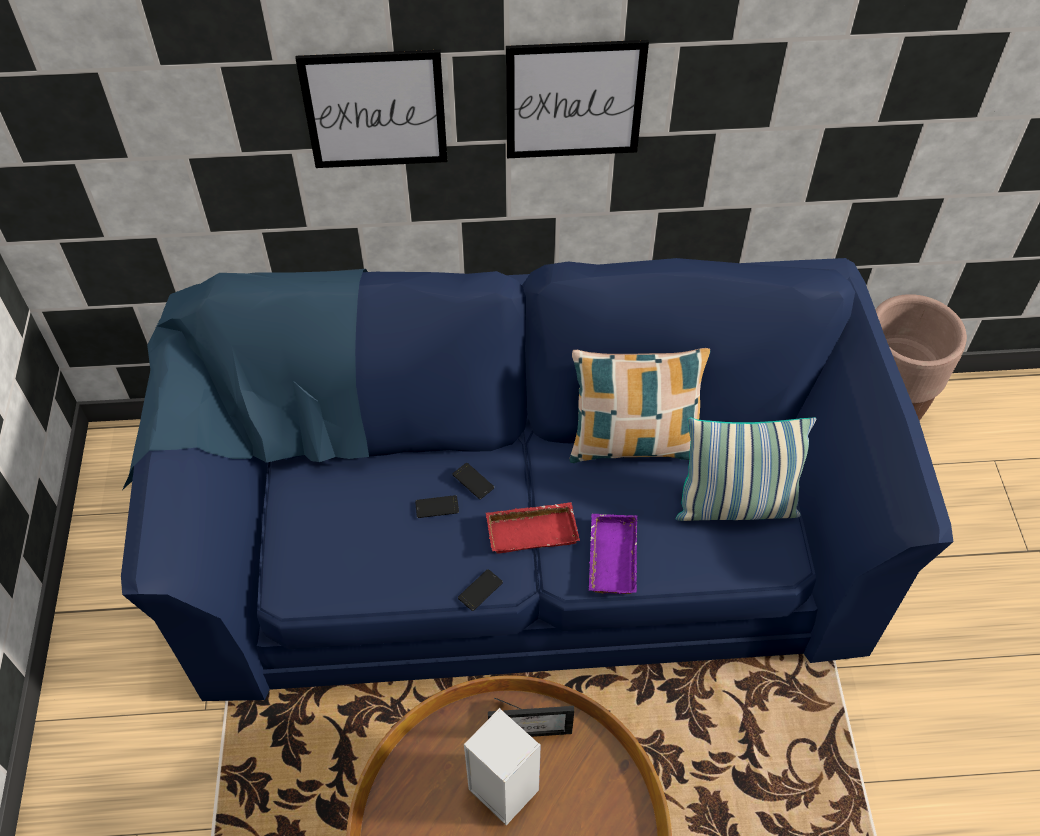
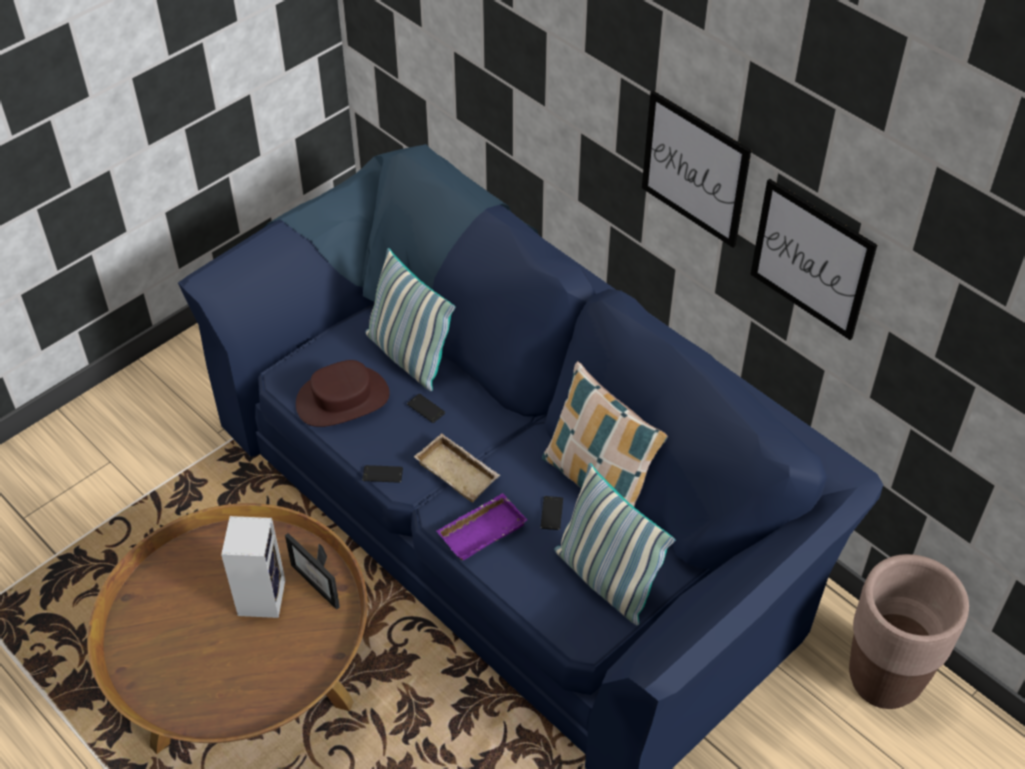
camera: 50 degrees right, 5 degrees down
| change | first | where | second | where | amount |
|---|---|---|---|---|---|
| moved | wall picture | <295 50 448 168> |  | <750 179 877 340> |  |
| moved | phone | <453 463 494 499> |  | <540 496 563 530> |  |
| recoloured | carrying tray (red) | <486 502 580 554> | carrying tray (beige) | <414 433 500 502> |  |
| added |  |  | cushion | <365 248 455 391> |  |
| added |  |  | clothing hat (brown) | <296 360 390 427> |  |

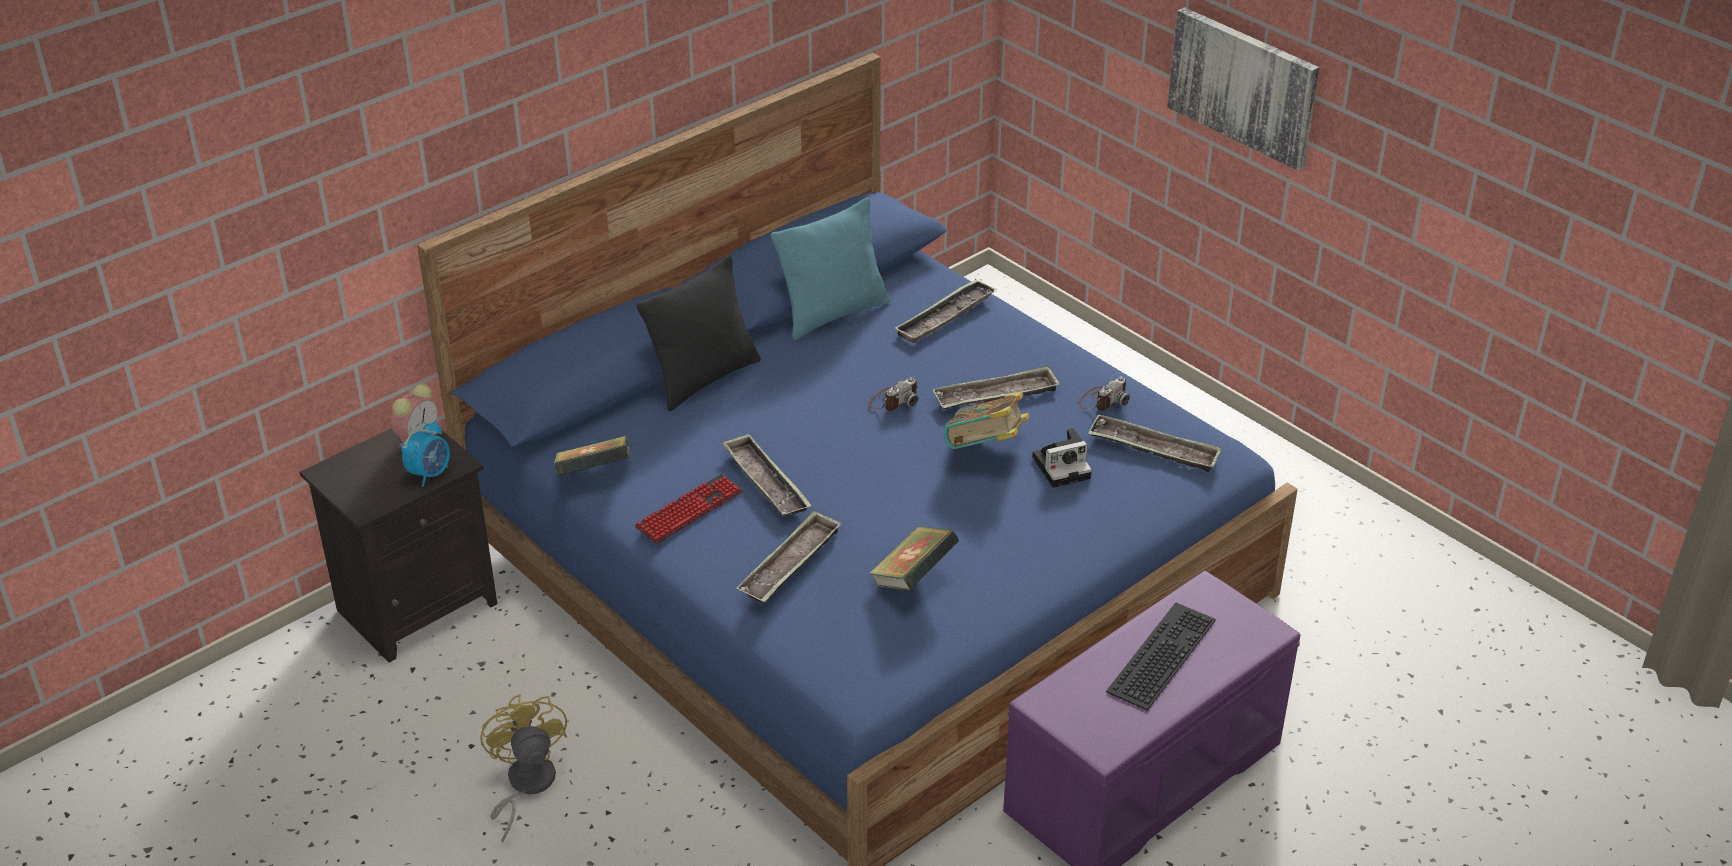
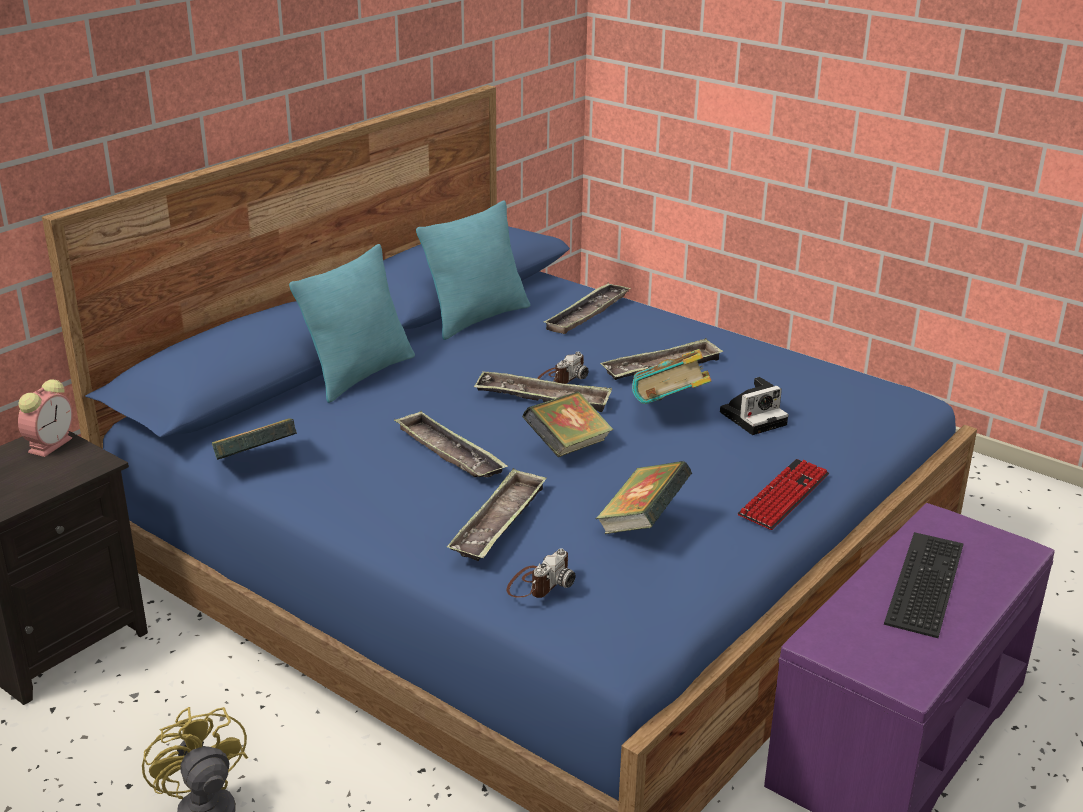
camera: 10 degrees left, 10 degrees down
| change | first | where | second | where | amount |
|---|---|---|---|---|---|
| removed | wall picture | <1167 7 1320 170> |  |  |  |
| recoloured | cushion (black) | <636 255 761 411> | cushion (turquoise-coloured) | <289 244 415 403> |  |
| moved | photo camera | <1079 376 1130 411> |  | <507 548 575 598> |  |
| moved | carrying tray | <1088 415 1222 472> |  | <474 371 612 412> |  |
| removed | table clock | <401 420 450 487> |  |  |  |
| moved | computer keyboard | <635 474 743 544> |  | <738 459 829 530> |  |
| added |  |  | bound book | <522 391 613 457> |  |

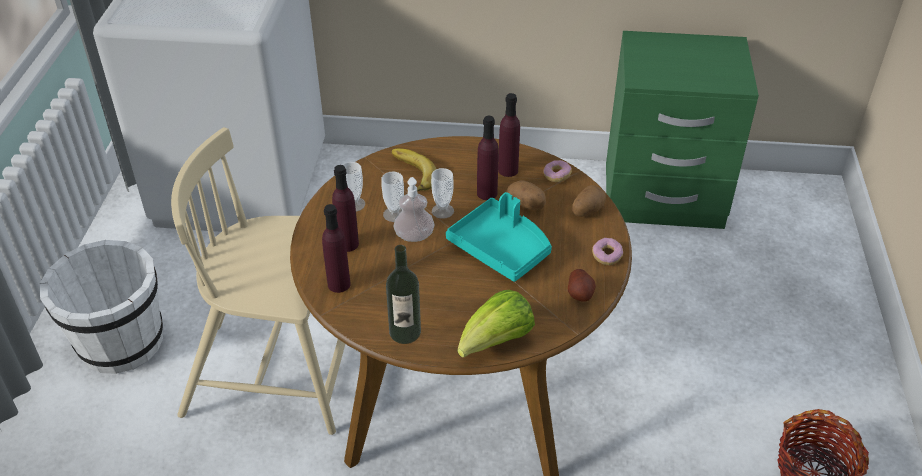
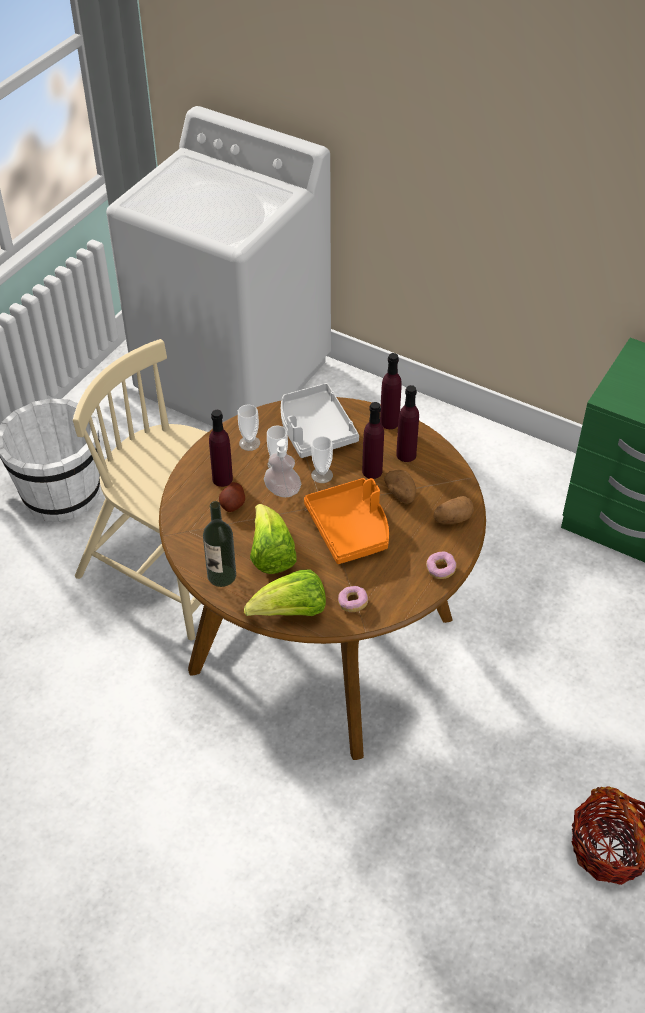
camera: 25 degrees right, 5 degrees up
| change | first | where | second | where | amount |
|---|---|---|---|---|---|
| replaced | banana | <392 149 436 191> | carrying tray (gray) | <281 383 359 458> |  |
| moved | doughnut | <543 160 572 182> |  | <338 586 368 612> |  |
| recoloured | carrying tray (turquoise-coloured) | <446 192 552 282> | carrying tray (orangey) | <304 478 389 564> |  |
| moved | drink bottle (purple) | <322 204 351 293> |  | <380 353 402 429> |  |
| moved | spud | <568 269 596 302> |  | <219 482 245 512> |  |
| added |  |  | lettuce head | <250 504 297 574> |  |

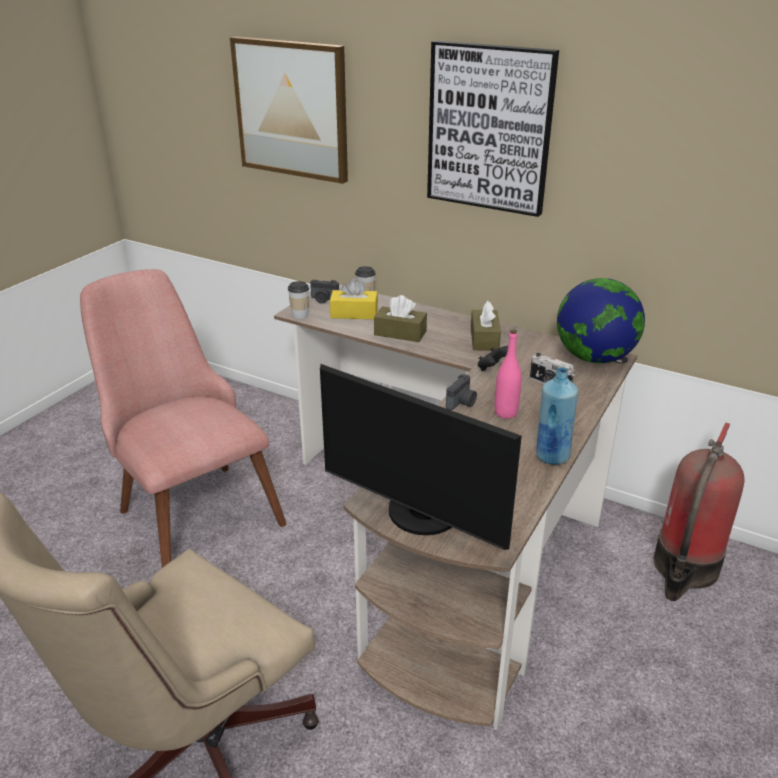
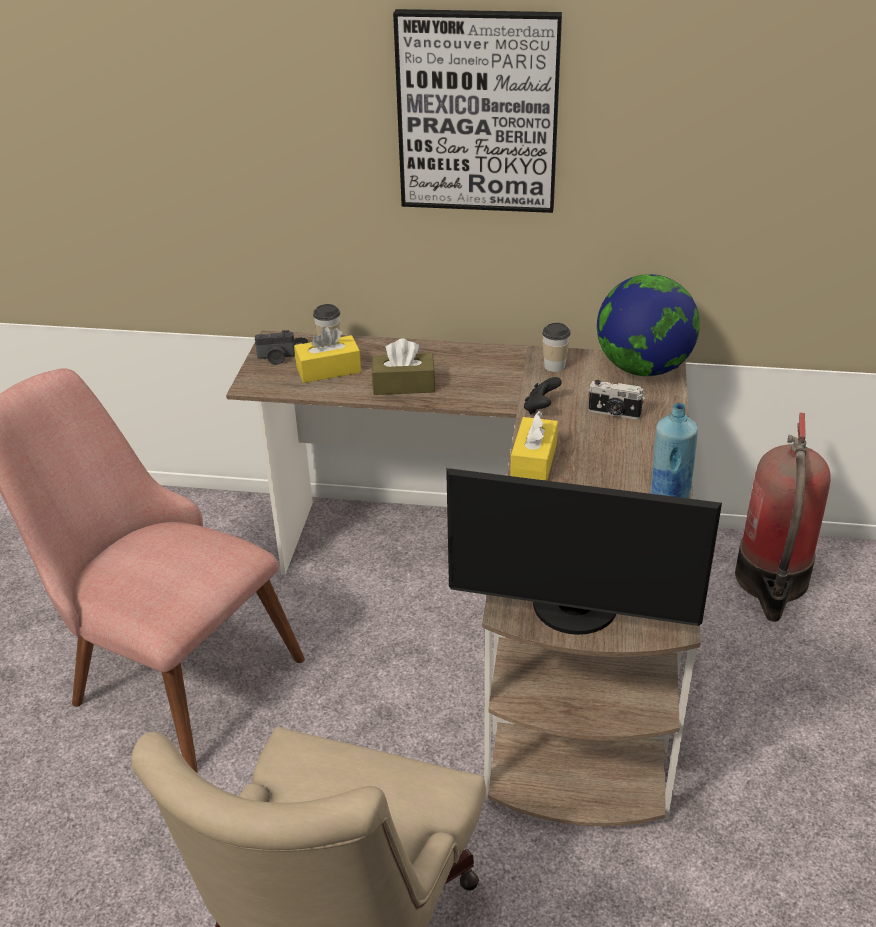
camera: 20 degrees left, 5 degrees up
| change | first | where | second | where | amount |
|---|---|---|---|---|---|
| removed | wall picture | <230 36 348 184> |  |  |  |
| moved | drinking cup | <288 281 309 319> |  | <542 323 570 372> |  |
| removed | tissue holder (brown) | <471 301 501 351> |  |  |  |
| removed | drink bottle (pink-coloured) | <495 330 522 419> |  |  |  |
| replaced | photo camera | <446 374 477 410> | tissue holder (yellow) | <510 411 558 481> |  |

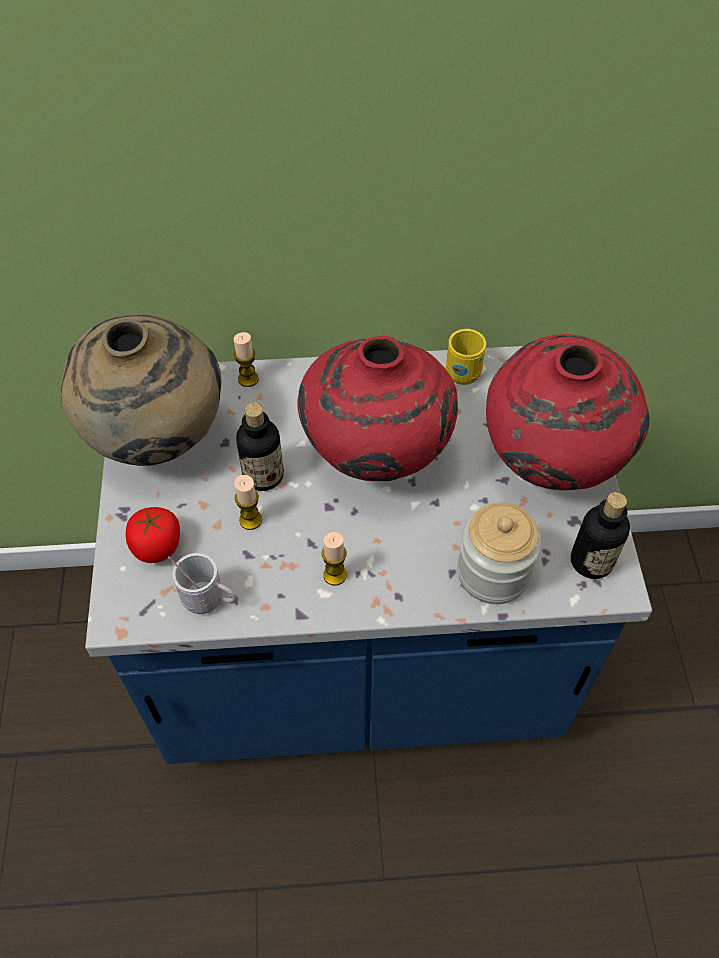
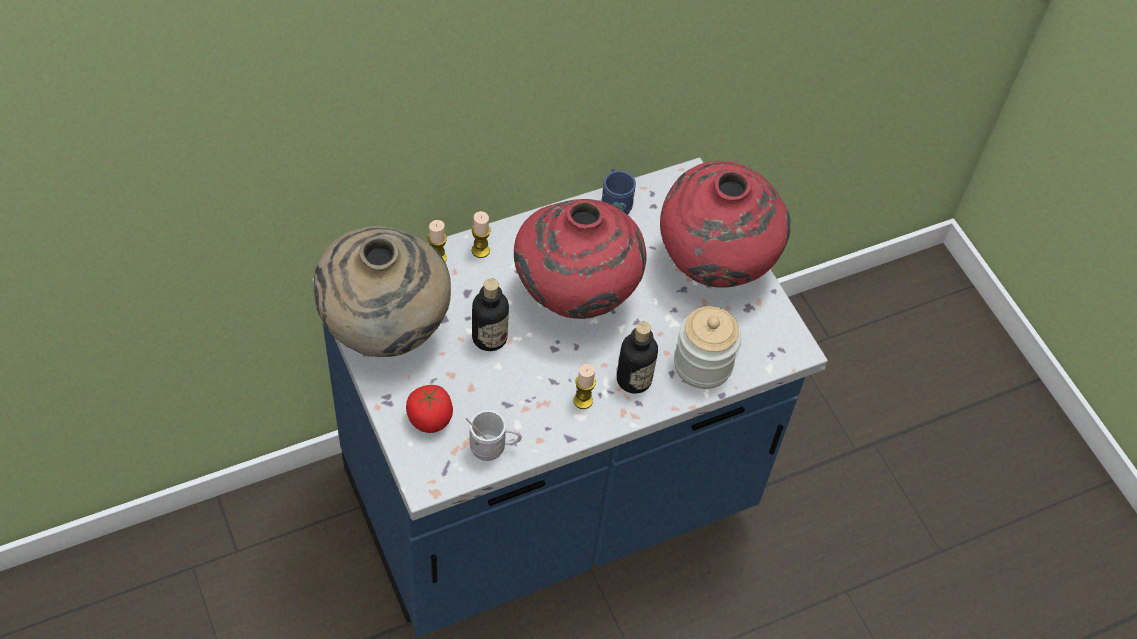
camera: 25 degrees left, 0 degrees up
| change | first | where | second | where | amount |
|---|---|---|---|---|---|
| recoloured | mug (yellow) | <446 328 486 385> | mug (bluish) | <602 169 636 215> |  |
| moved | candle | <234 475 262 530> |  | <472 211 491 258> |  |
| moved | drink bottle | <571 492 630 579> |  | <617 322 658 394> |  |

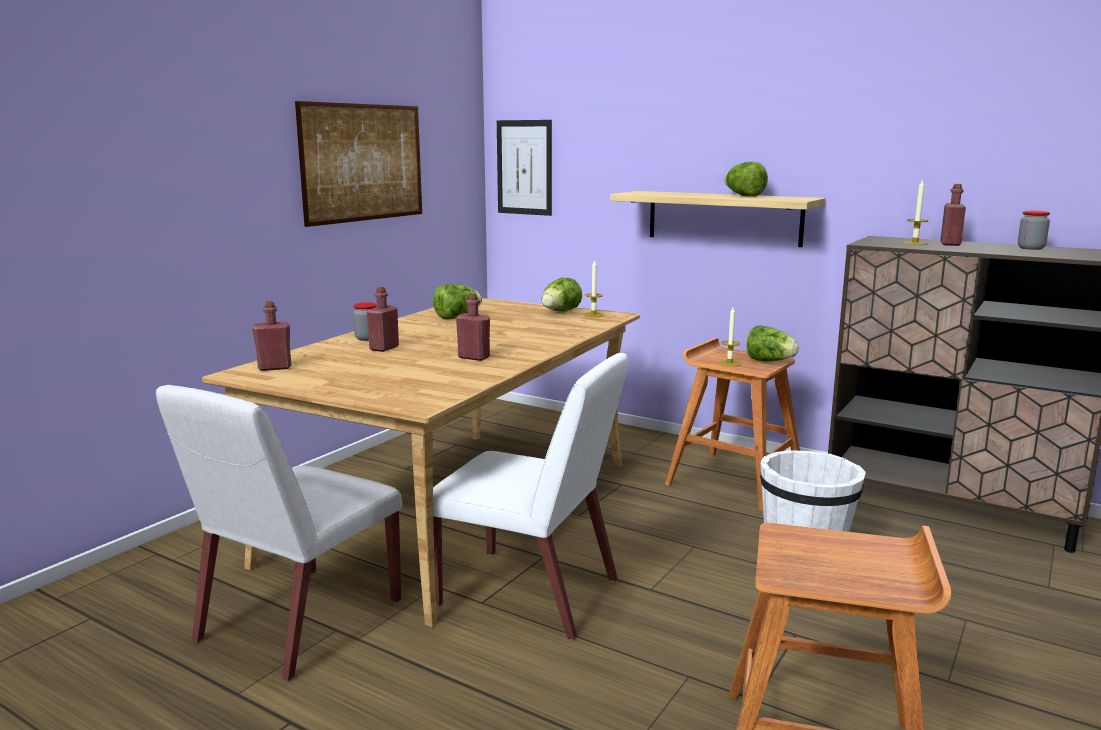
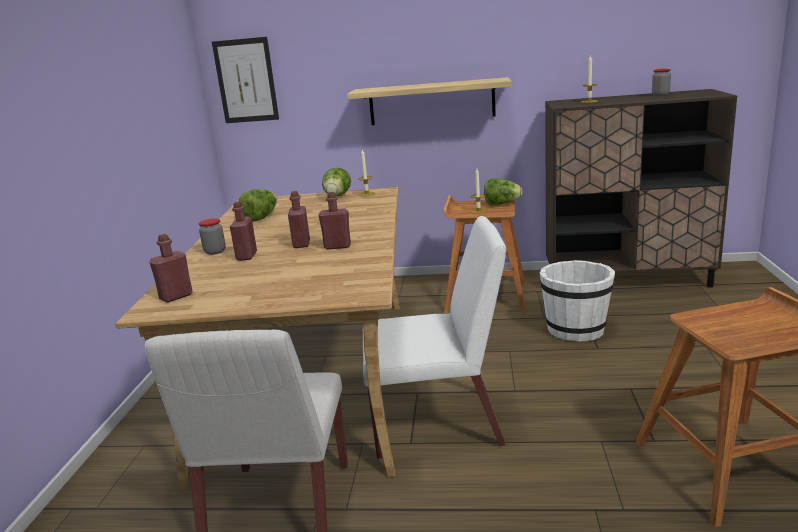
camera: 25 degrees left, 5 degrees up
| change | first | where | second | where | amount |
|---|---|---|---|---|---|
| removed | wall picture | <295 101 422 227> |  |  |  |
| removed | lettuce head | <724 162 768 197> |  |  |  |
| moved | drink bottle (red) | <940 184 966 246> |  | <288 191 310 248> |  |

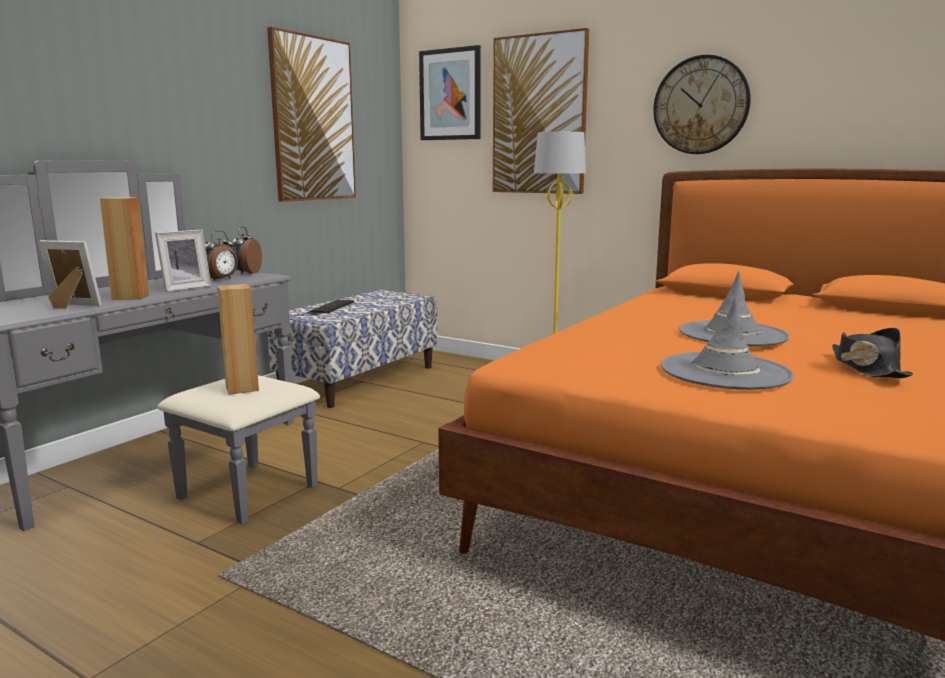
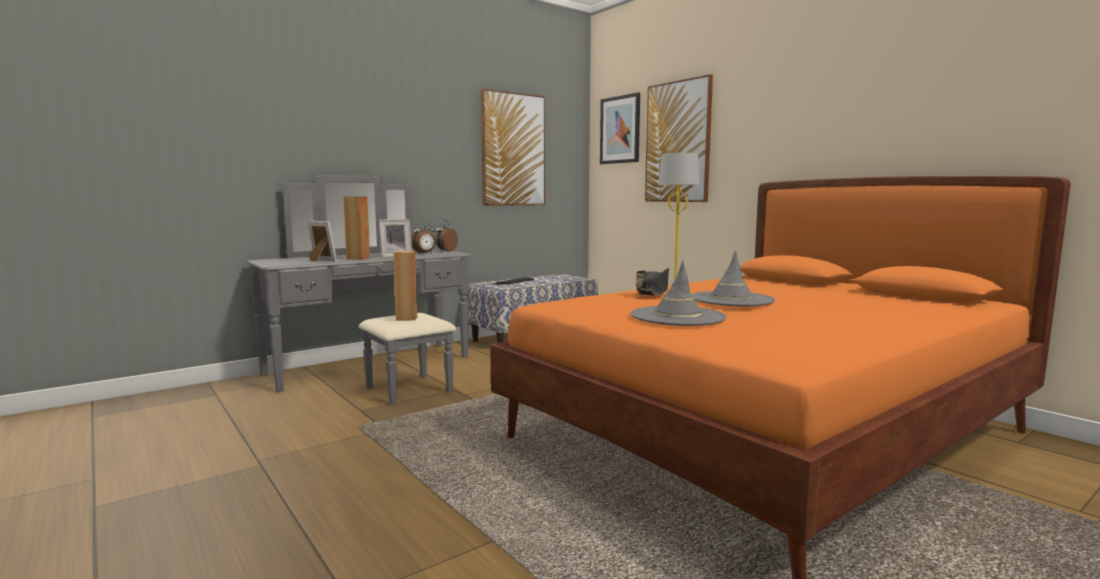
camera: 20 degrees right, 5 degrees down
| change | first | where | second | where | amount |
|---|---|---|---|---|---|
| removed | clock on the wall | <653 55 751 154> |  |  |  |
| moved | clothing hat (black) | <832 328 914 378> |  | <636 268 669 296> |  |

